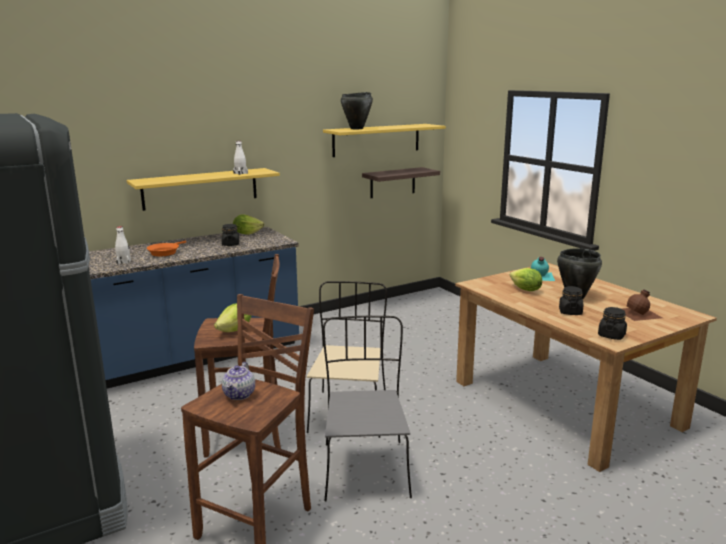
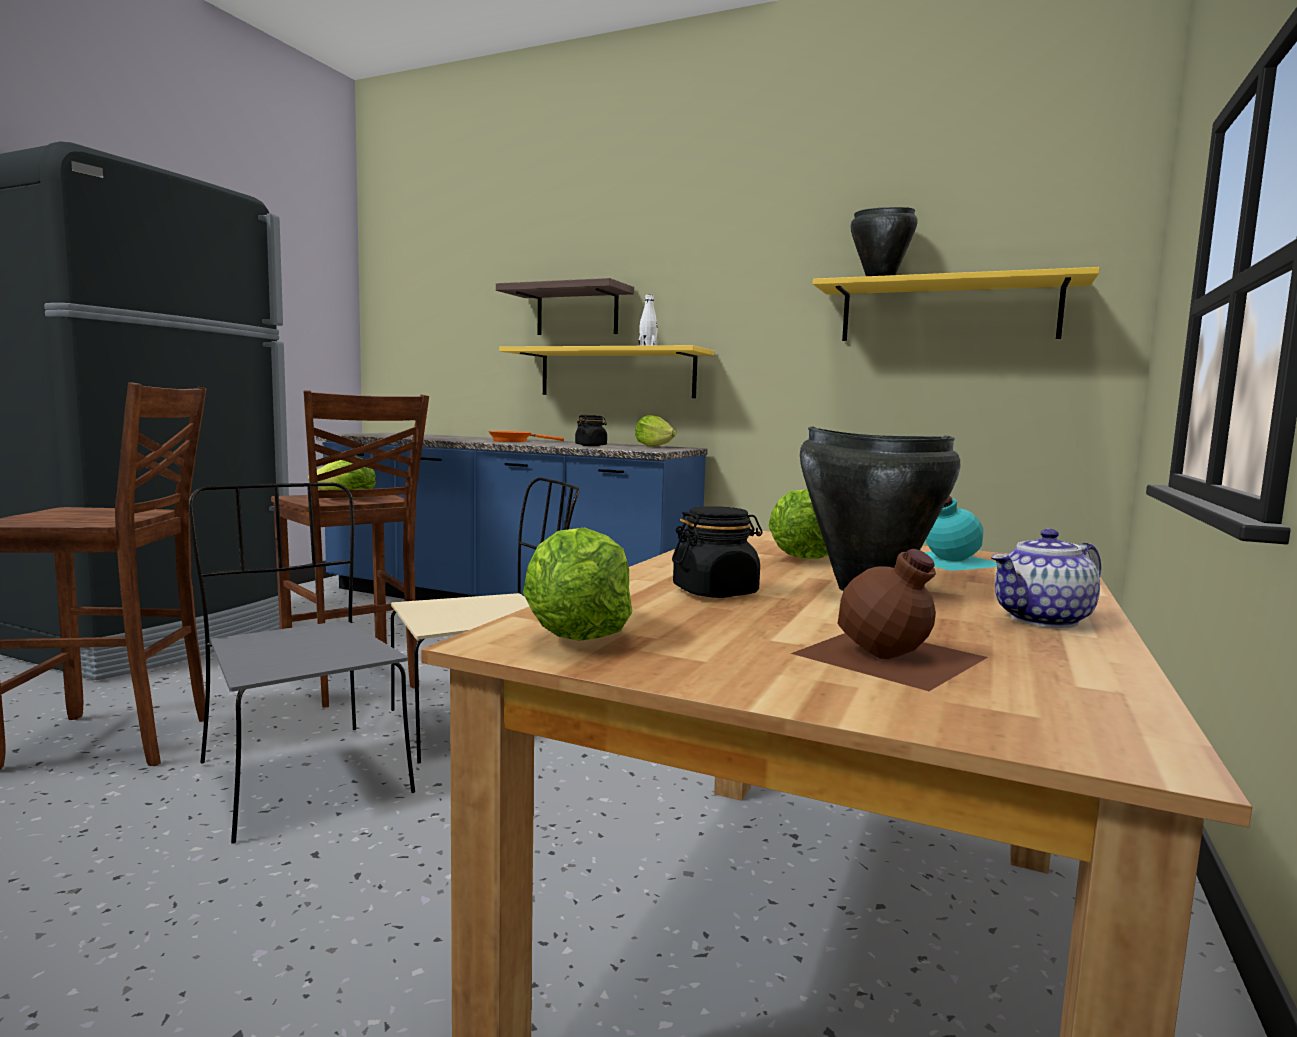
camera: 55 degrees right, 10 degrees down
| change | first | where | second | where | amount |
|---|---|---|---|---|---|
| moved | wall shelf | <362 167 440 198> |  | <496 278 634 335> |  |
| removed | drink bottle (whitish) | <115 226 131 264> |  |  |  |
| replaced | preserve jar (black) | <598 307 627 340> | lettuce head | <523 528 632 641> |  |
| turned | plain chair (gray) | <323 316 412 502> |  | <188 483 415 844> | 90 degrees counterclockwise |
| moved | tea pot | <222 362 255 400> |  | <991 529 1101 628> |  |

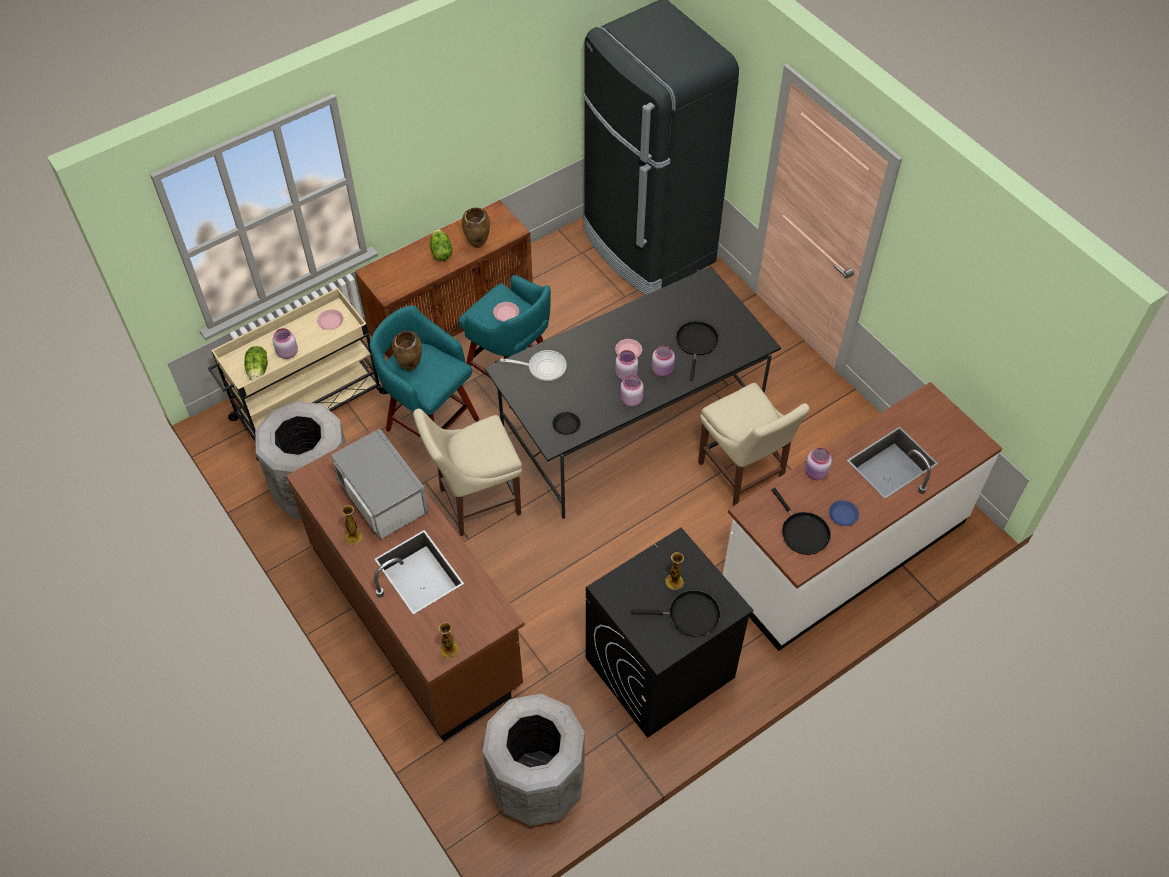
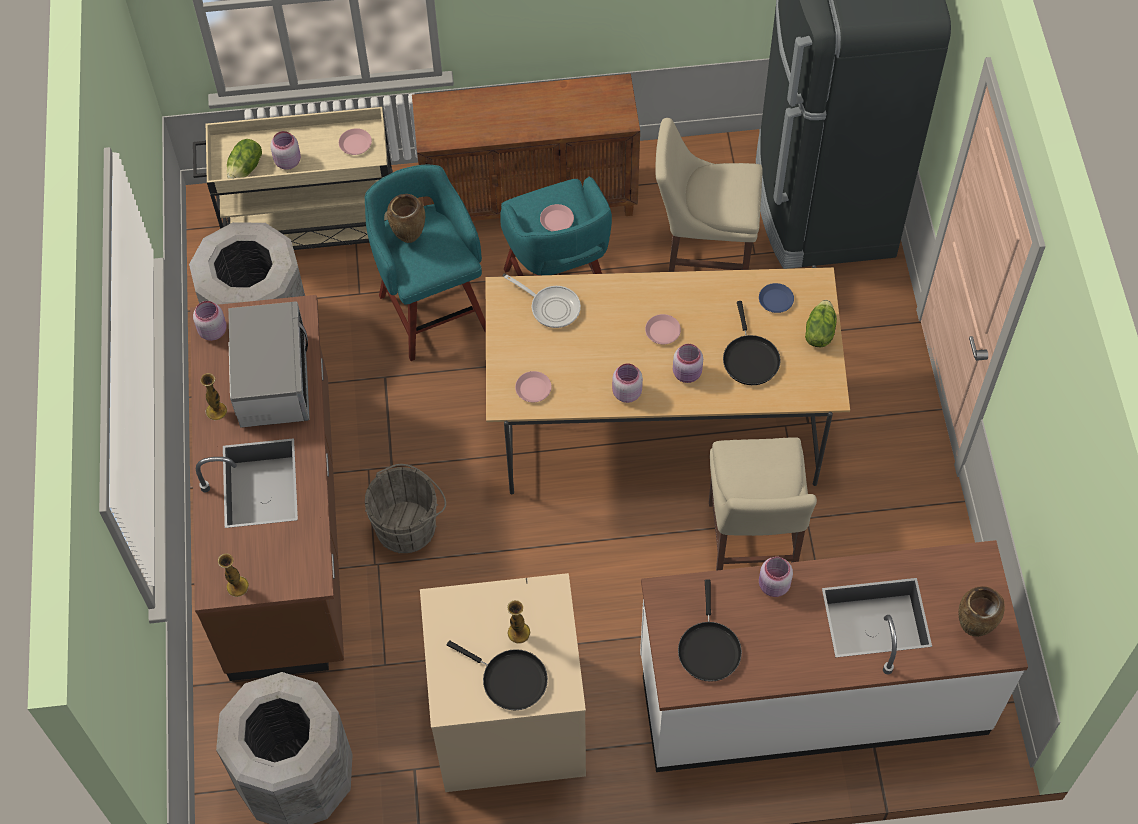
camera: 30 degrees right, 5 degrees up
| change | first | where | second | where | amount |
|---|---|---|---|---|---|
| moved | decorative vase (brown) | <462 207 490 248> |  | <958 586 1005 637> |  |
| moved | lettuce head | <430 229 452 261> |  | <805 300 837 347> |  |
| recoloured | kitchen table (black) | <485 266 781 519> | kitchen table (beige) | <486 265 850 495> |  |
| turned | pan (black) | <676 321 719 380> |  | <723 301 781 385> | 135 degrees clockwise |
| moved | preserve jar (pink-coloured) | <615 350 638 381> |  | <193 301 227 341> |  |
| moved | plain chair (beige) | <413 409 522 536> |  | <655 118 763 272> |  |
| recoloured | plate (black) | <552 412 581 435> | plate (pink-coloured) | <515 371 551 402> |  |
| moved | plate (bluish) | <829 500 859 526> |  | <759 283 794 313> |  |
| recoloured | laundry appliance (black) | <586 528 754 738> | laundry appliance (beige) | <420 573 586 792> |  |
| added |  |  | pail (gray) | <365 464 446 553> |  |

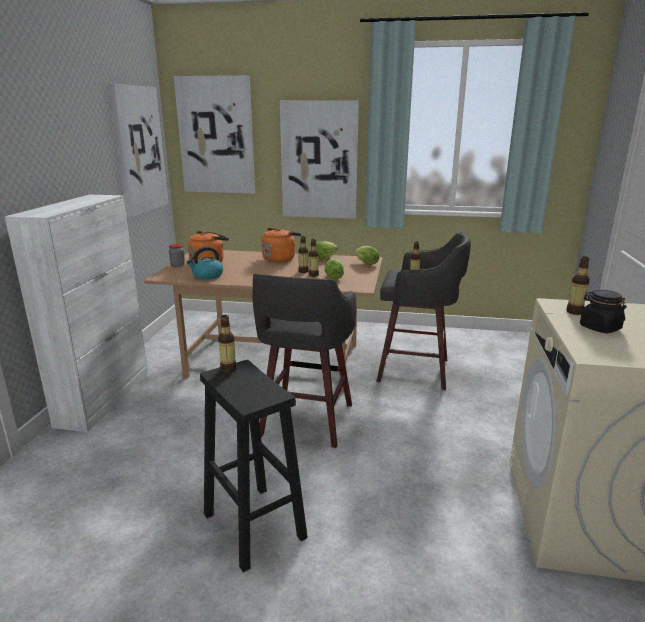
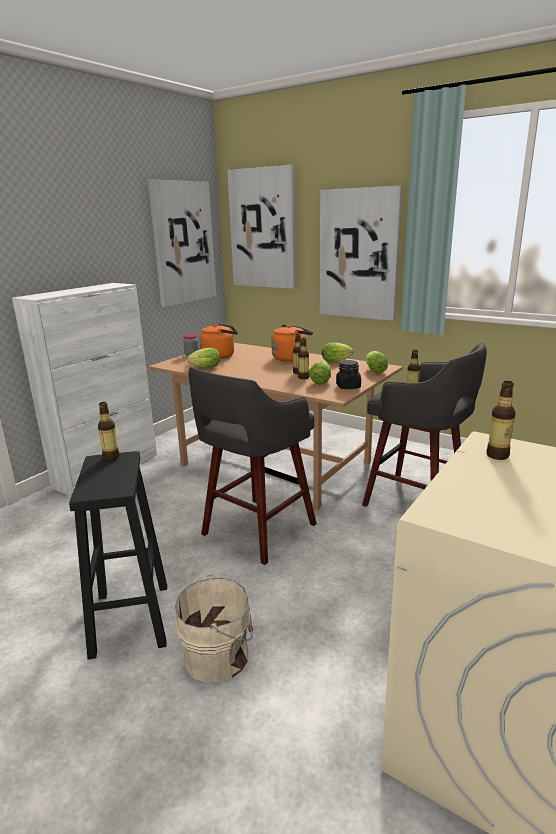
camera: 25 degrees right, 0 degrees up
| change | first | where | second | where | amount |
|---|---|---|---|---|---|
| replaced | kettle | <187 247 223 280> | lettuce head | <187 348 220 368> |  |
| moved | preserve jar (black) | <580 290 627 333> |  | <336 360 361 389> |  |
| added |  |  | pail (beige) | <175 575 253 683> |  |

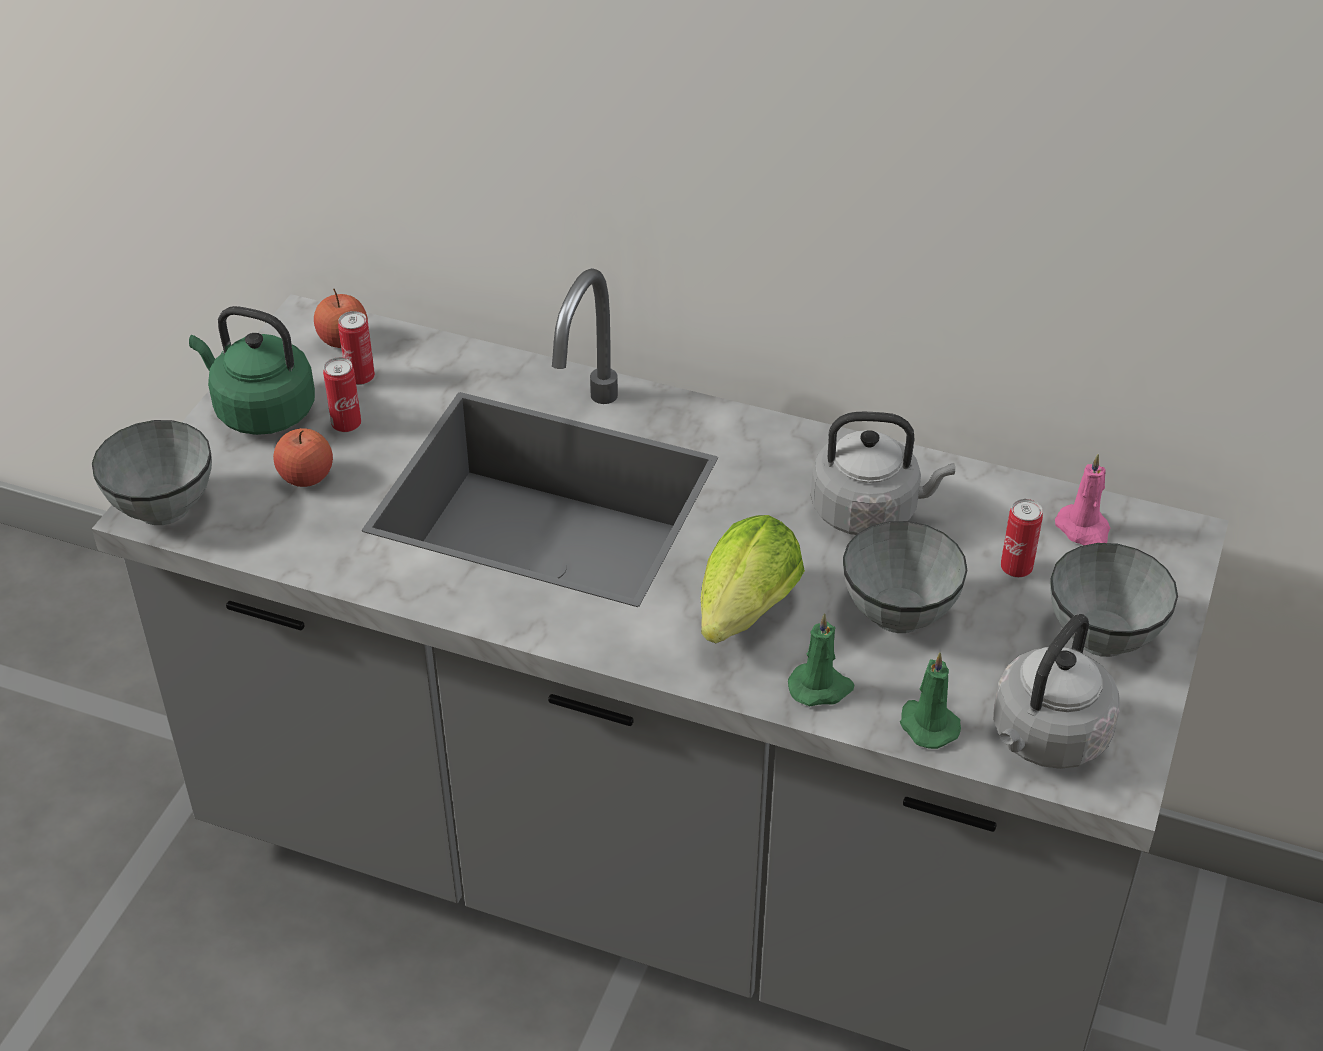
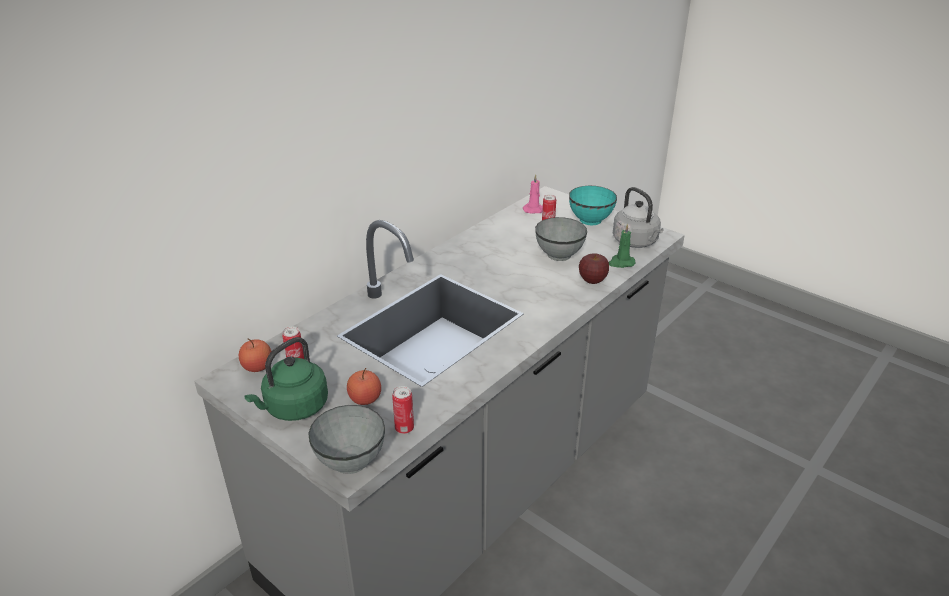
camera: 70 degrees left, 10 degrees down
| change | first | where | second | where | amount |
|---|---|---|---|---|---|
| moved | sealed can | <323 357 361 433> |  | <392 386 414 434> |  |
| removed | kettle (gray) | <811 412 955 535> |  |  |  |
| removed | lettuce head | <701 515 805 643> |  |  |  |
| recoloured | deep dish (gray) | <1050 543 1178 657> | deep dish (turquoise-coloured) | <569 186 617 225> |  |
| replaced | candle (greenish) | <788 613 854 706> | whole apple | <579 253 609 284> |  |

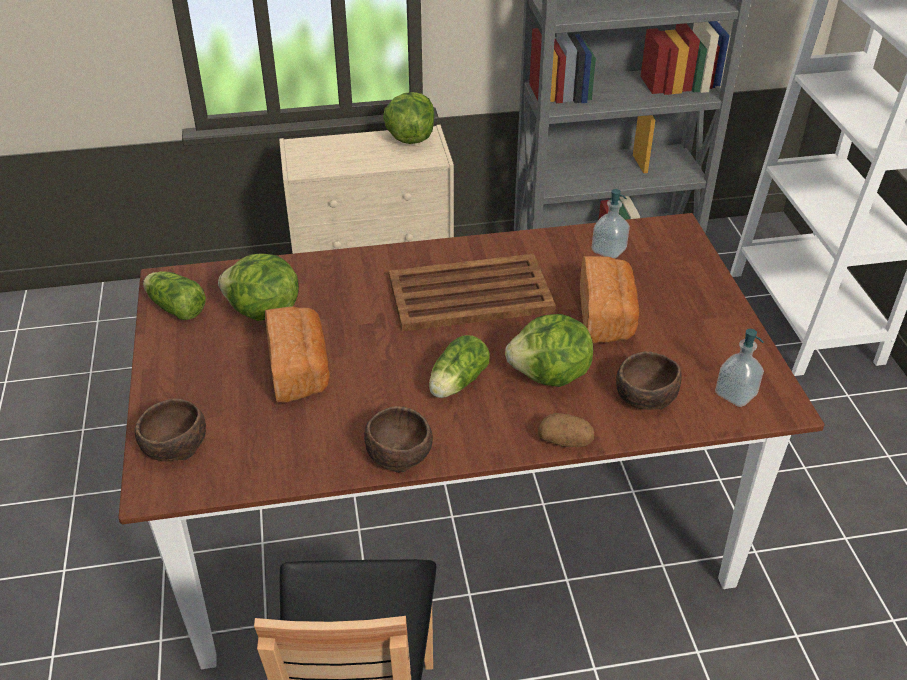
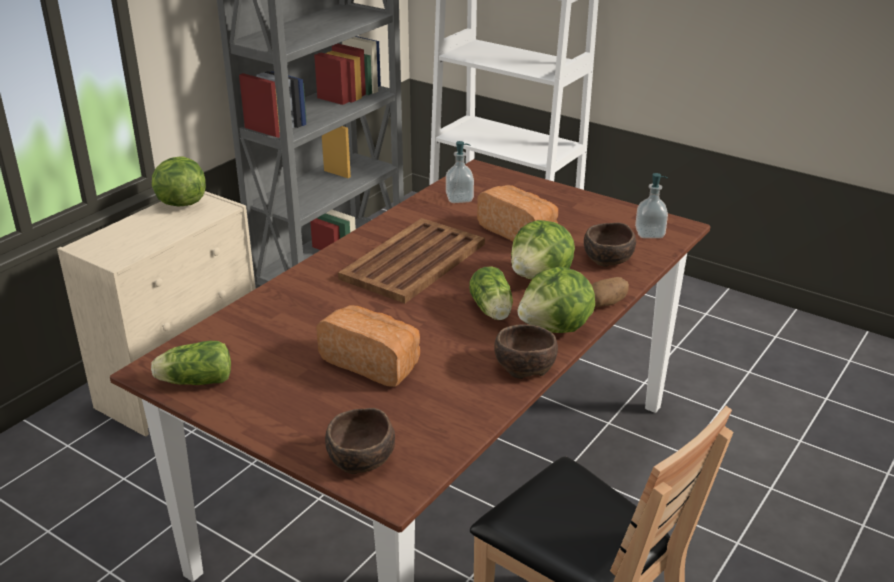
camera: 45 degrees left, 10 degrees down
| change | first | where | second | where | amount |
|---|---|---|---|---|---|
| moved | lettuce head | <218 253 299 321> |  | <517 267 595 333> |  |

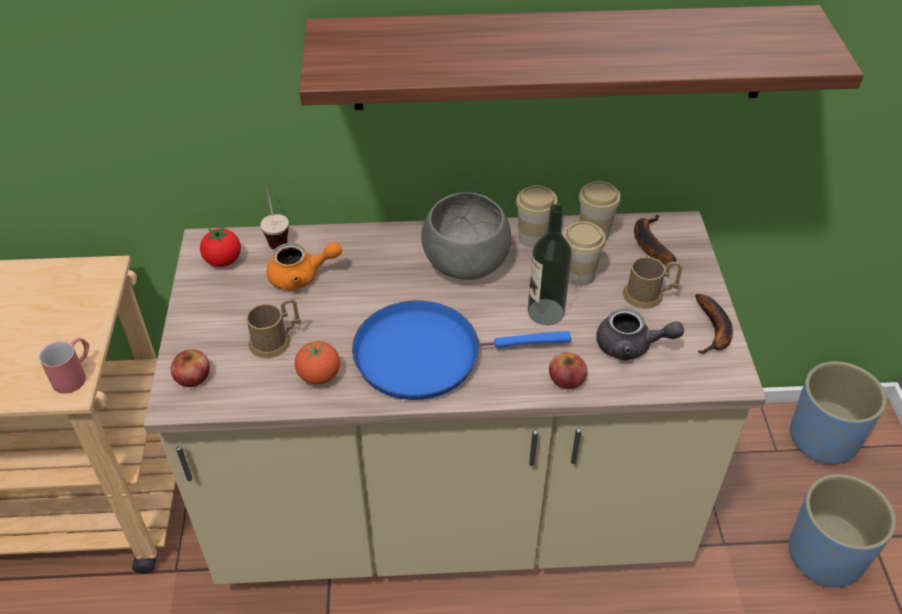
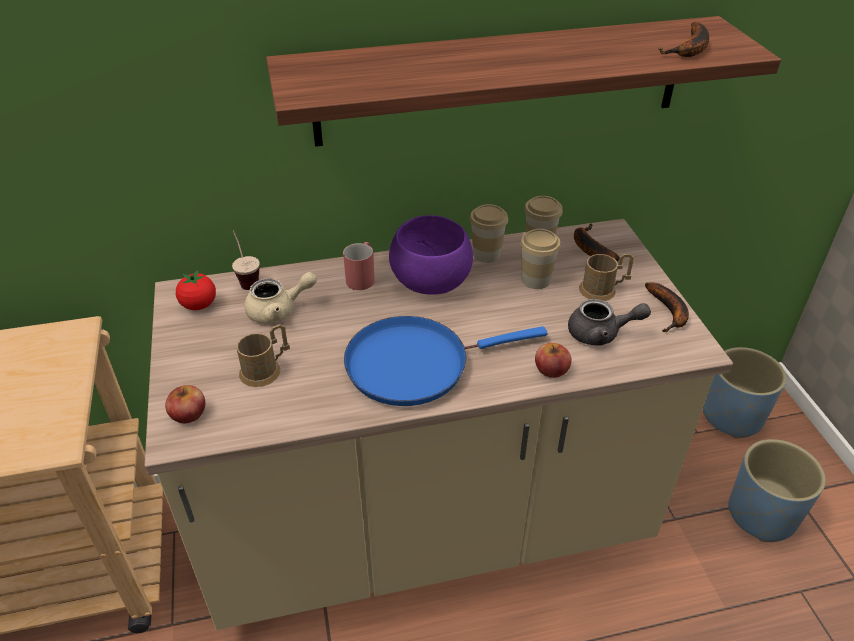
camera: 10 degrees left, 5 degrees down
| change | first | where | second | where | amount |
|---|---|---|---|---|---|
| recoloured | deep dish (gray) | <421 192 511 280> | deep dish (purple) | <389 215 473 295> |  |
| removed | drink bottle | <528 204 572 325> |  |  |  |
| recoloured | tea pot (orangey) | <267 242 342 290> | tea pot (beige) | <244 272 317 323> |  |
| moved | mug (red) | <39 338 89 394> |  | <343 242 375 290> |  |
| removed | tomato | <295 341 340 385> |  |  |  |
| added |  |  | banana | <659 22 709 57> |  |

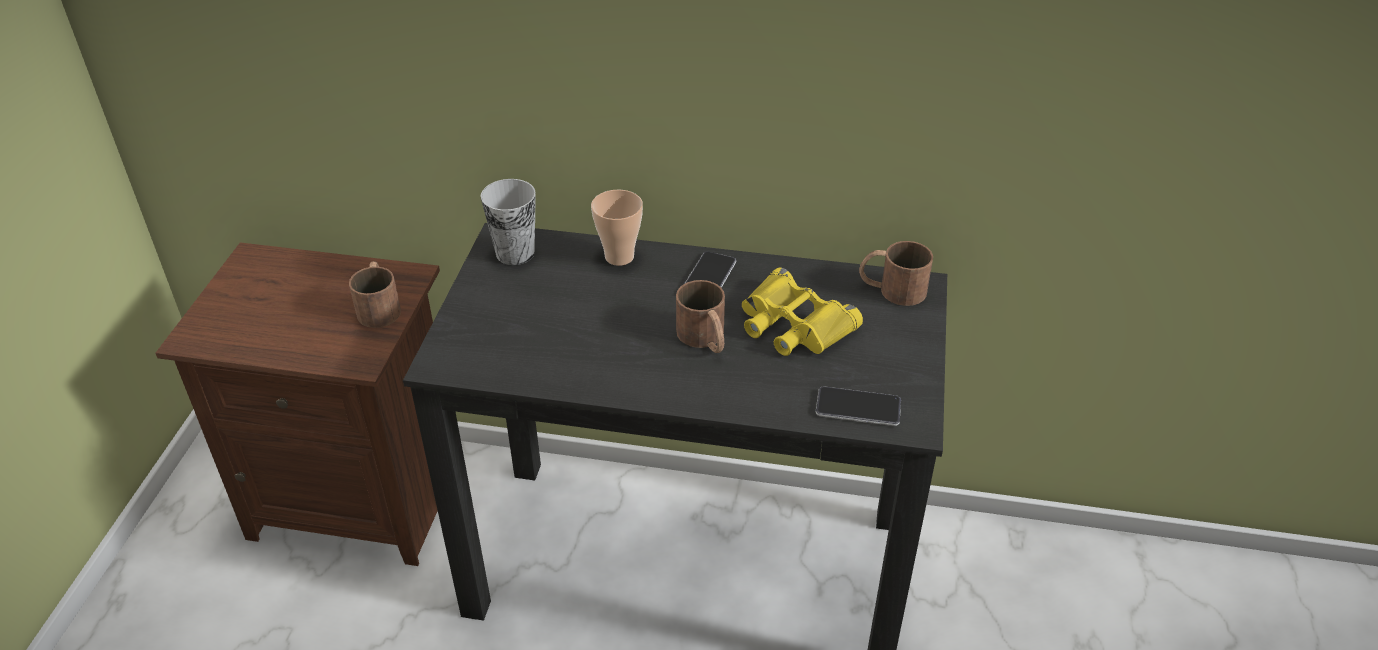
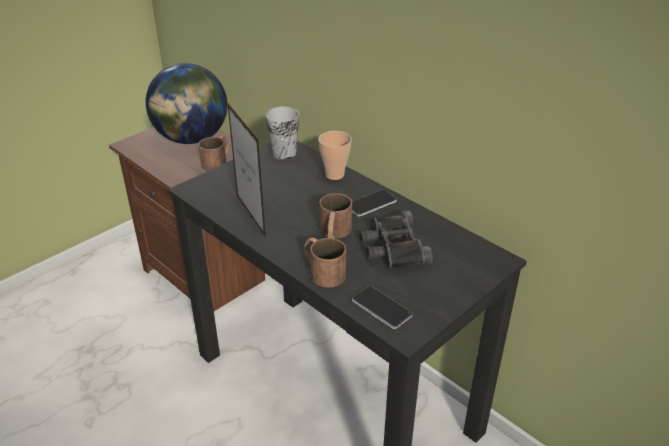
camera: 35 degrees right, 5 degrees down
| change | first | where | second | where | amount |
|---|---|---|---|---|---|
| moved | mug (brown) | <859 241 933 306> |  | <304 237 346 288> |  |
| recoloured | binoculars (yellow) | <742 267 863 356> | binoculars (black) | <359 210 433 268> |  |
| added |  |  | globe | <146 63 227 144> |  |
| added |  |  | photo frame | <227 102 266 237> |  |

